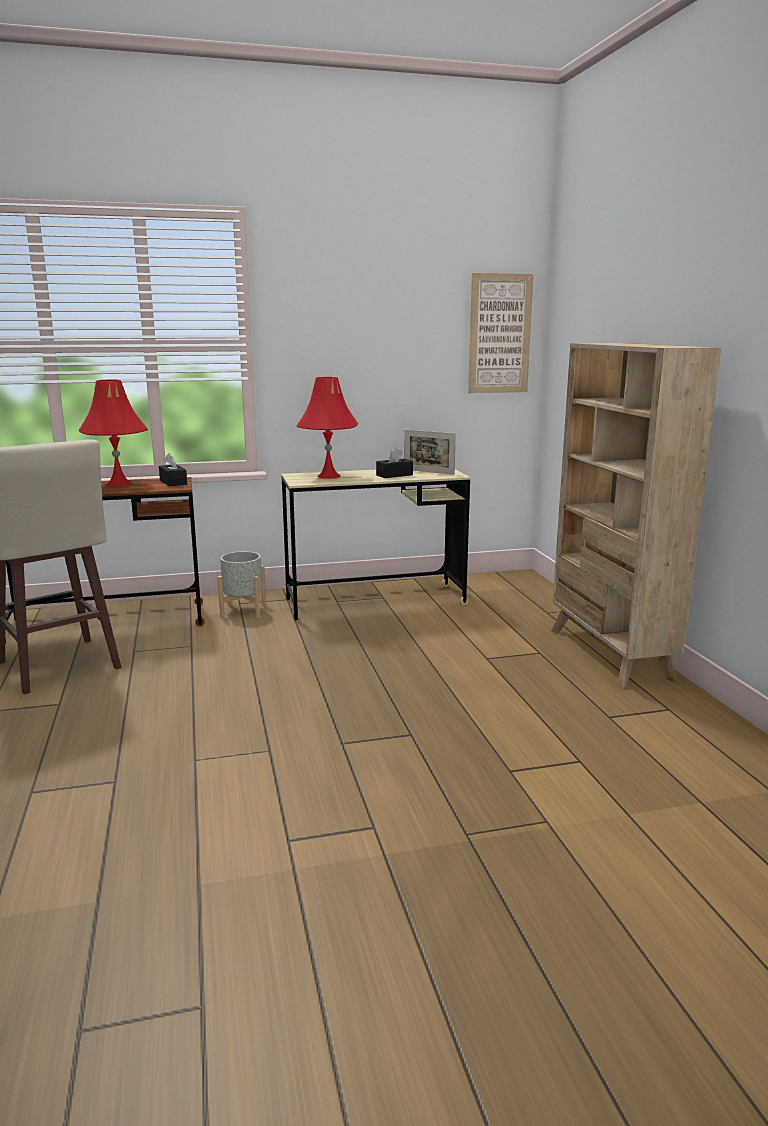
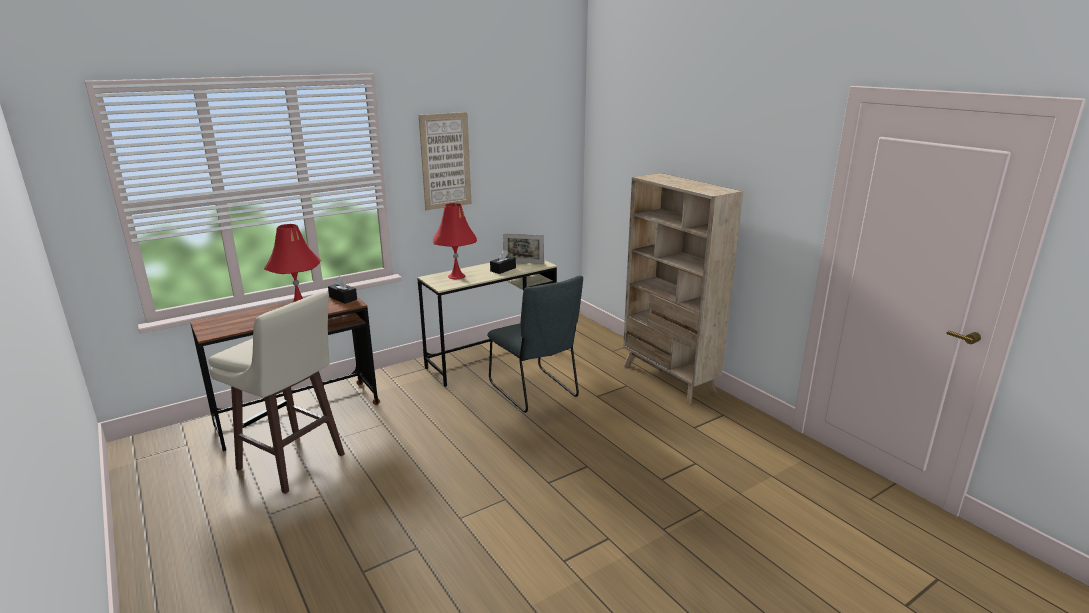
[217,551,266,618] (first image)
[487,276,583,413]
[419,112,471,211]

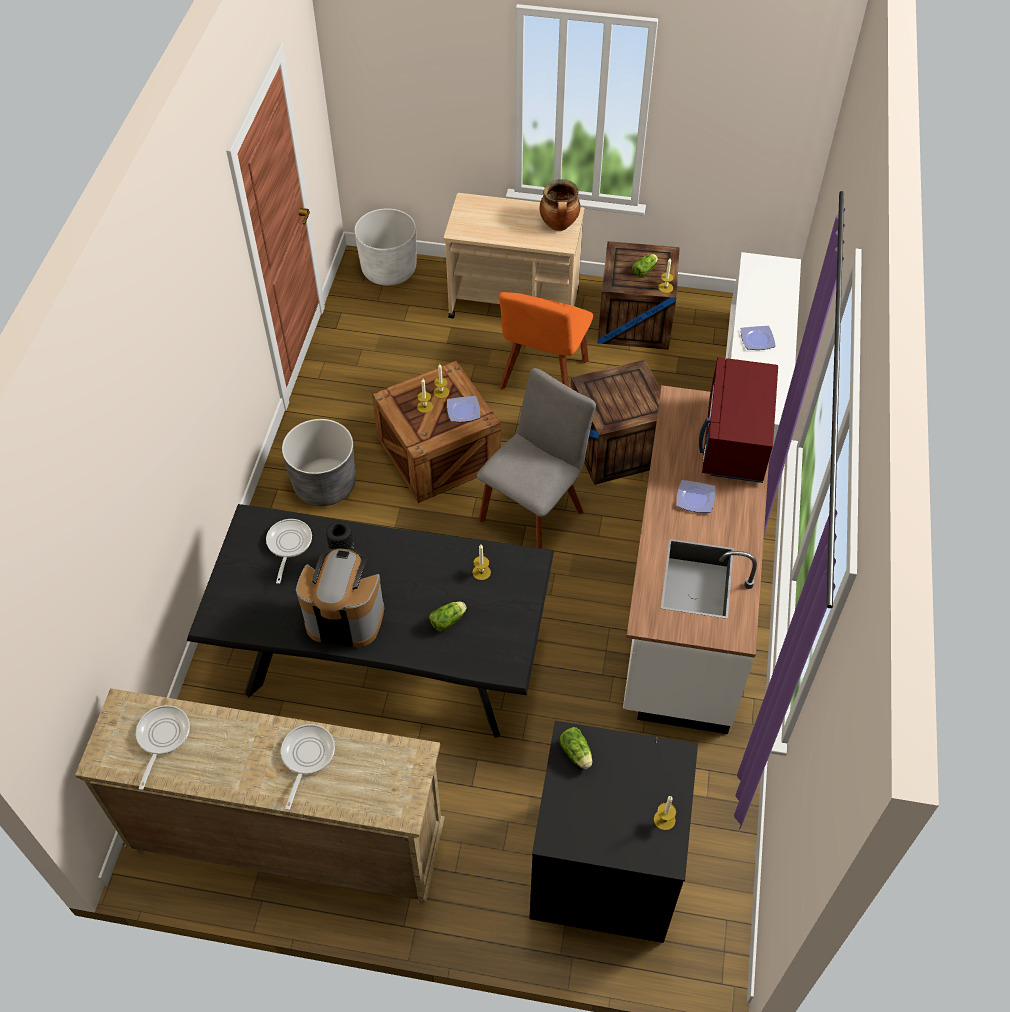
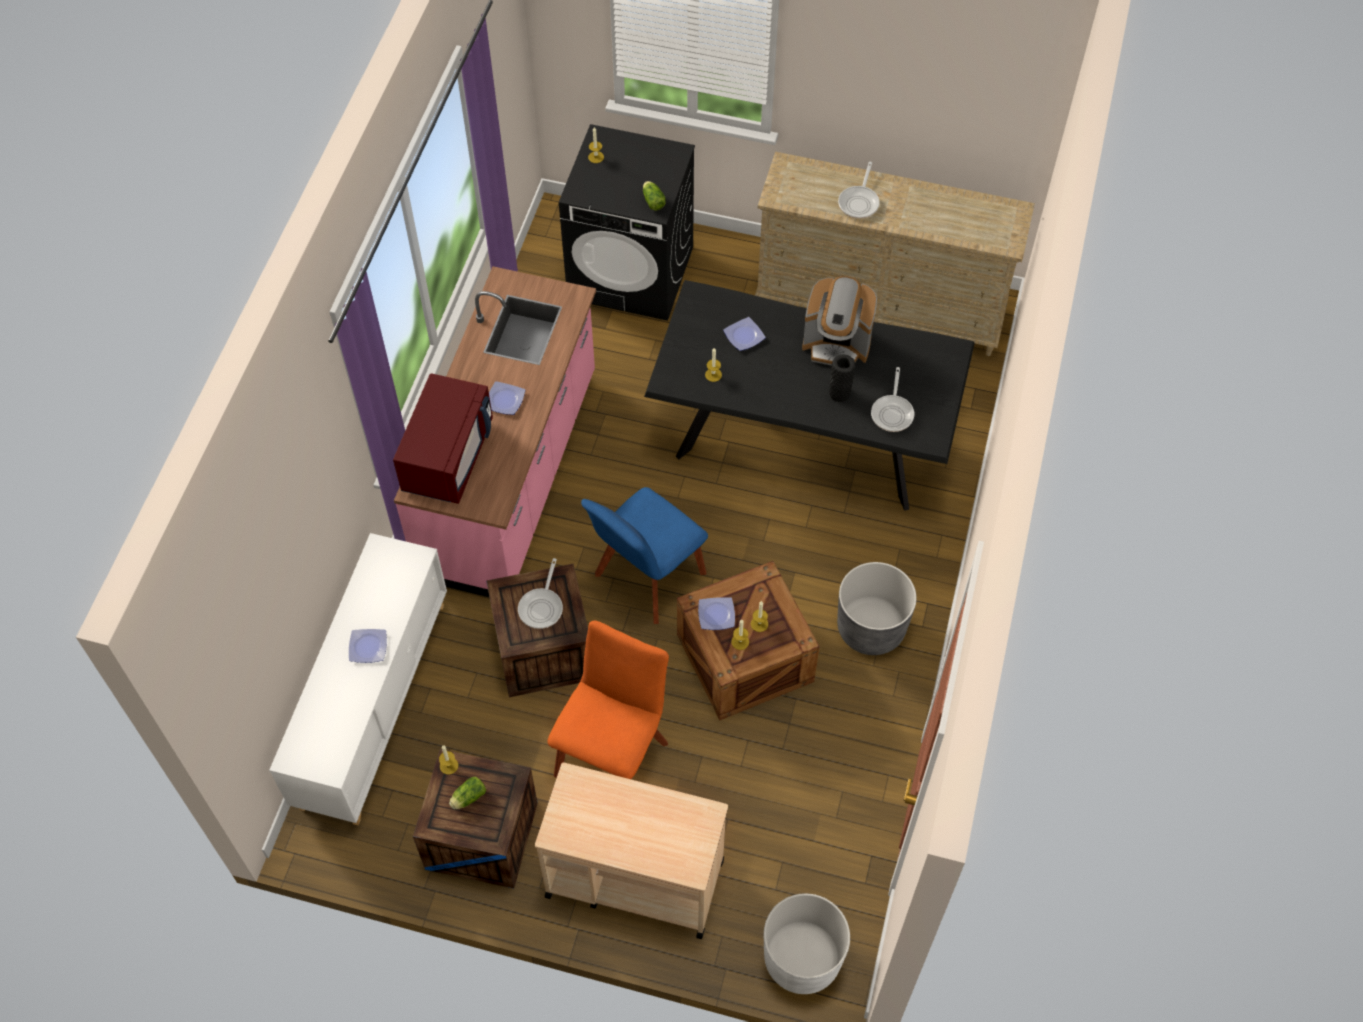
[539,179,580,231] (first image)
[518,558,563,629]
[723,317,766,351]
[581,487,708,624]
[394,266,596,598]

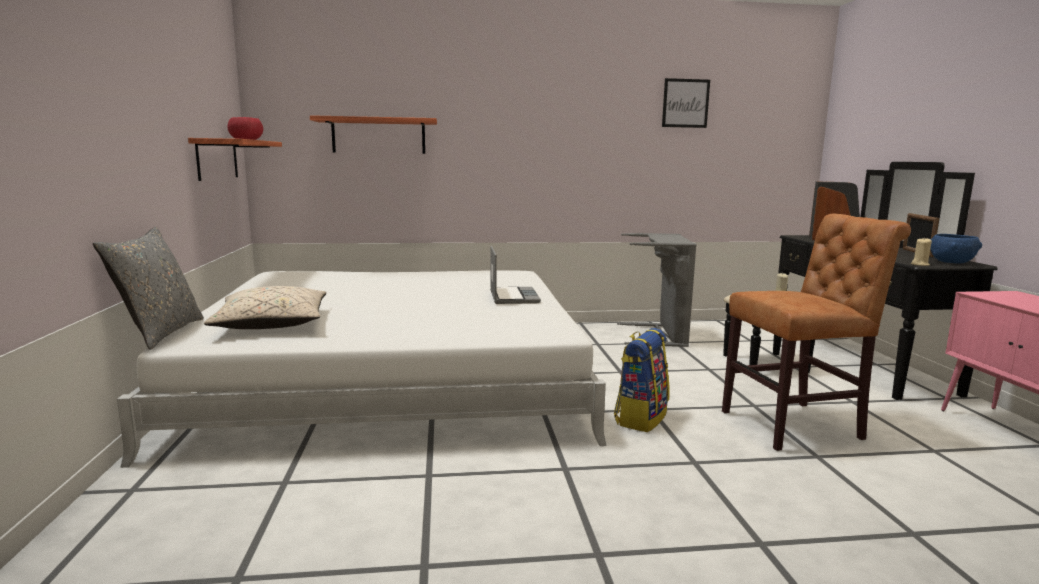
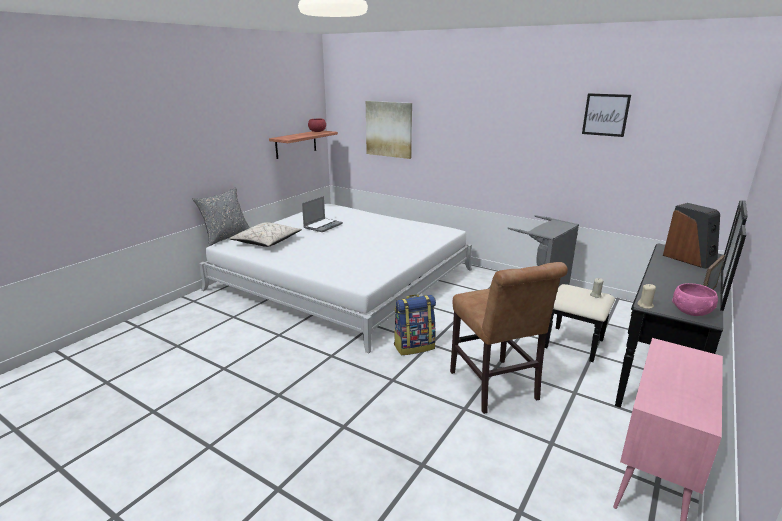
[302,196,343,232]
[366,101,412,159]
[672,283,718,316]
[450,262,568,414]

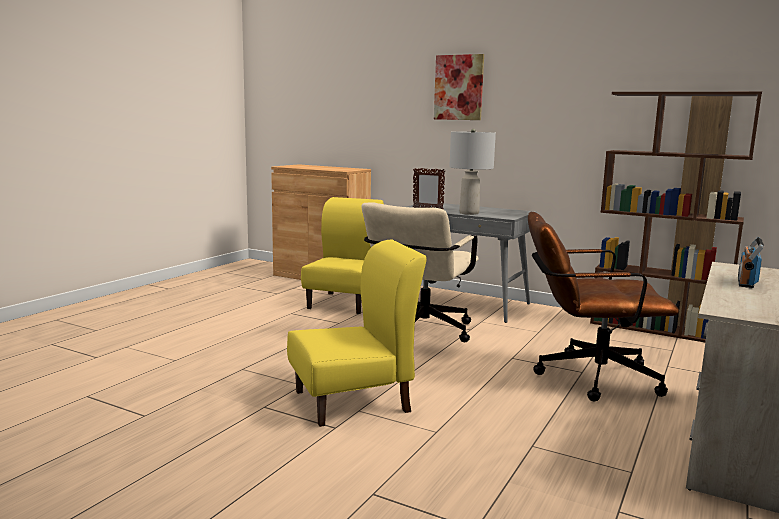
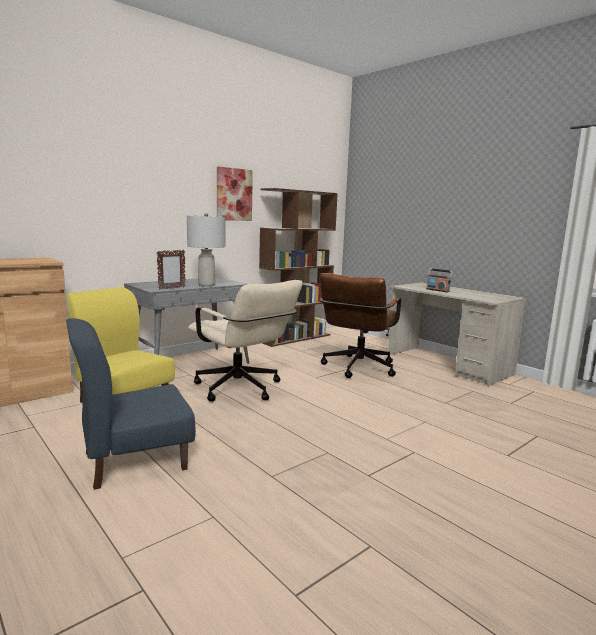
[287,239,427,427] (first image)
[66,318,196,490]
[217,166,253,221]

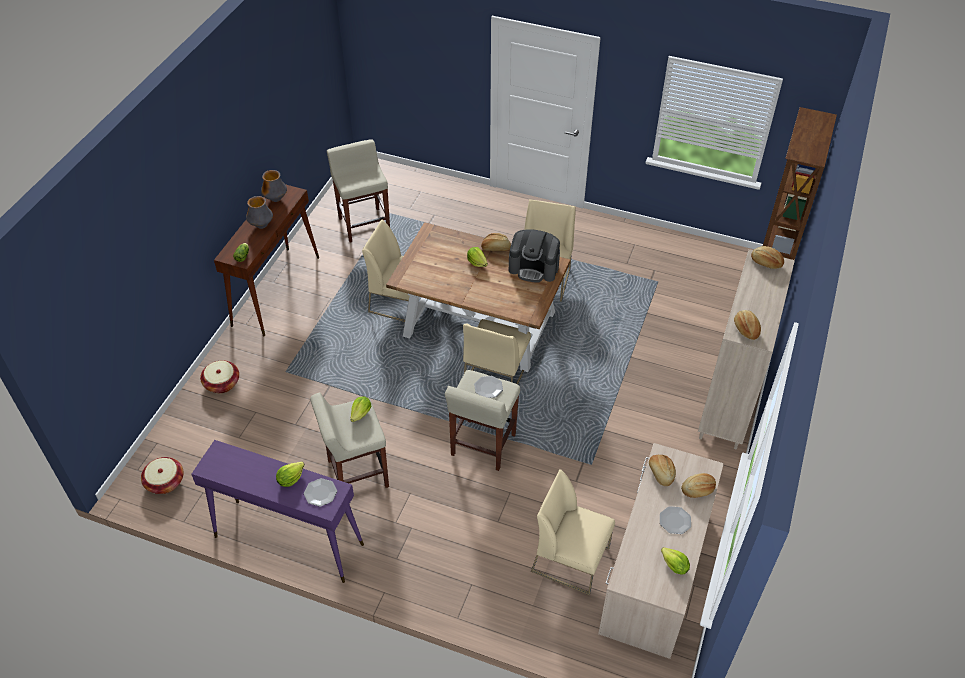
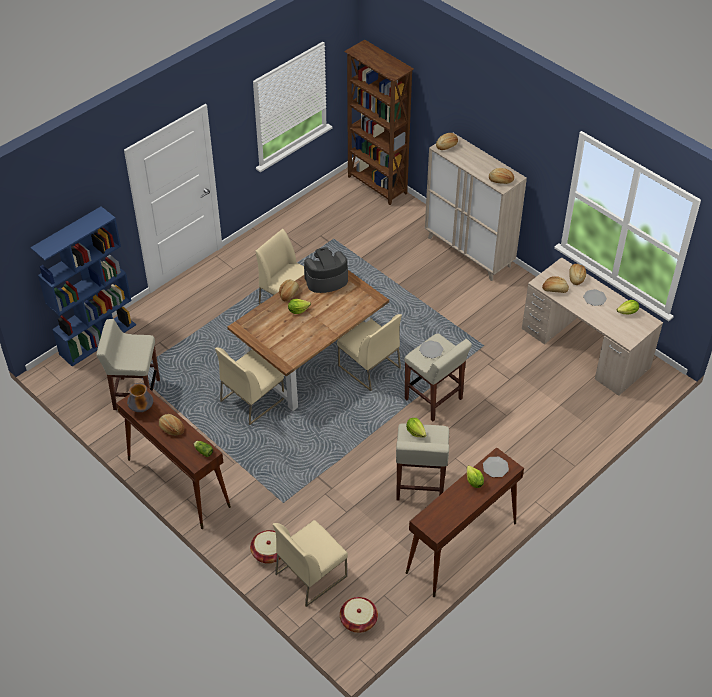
[30,206,136,367]
[273,520,348,607]
[159,414,184,435]
[406,447,524,597]
[304,247,348,293]

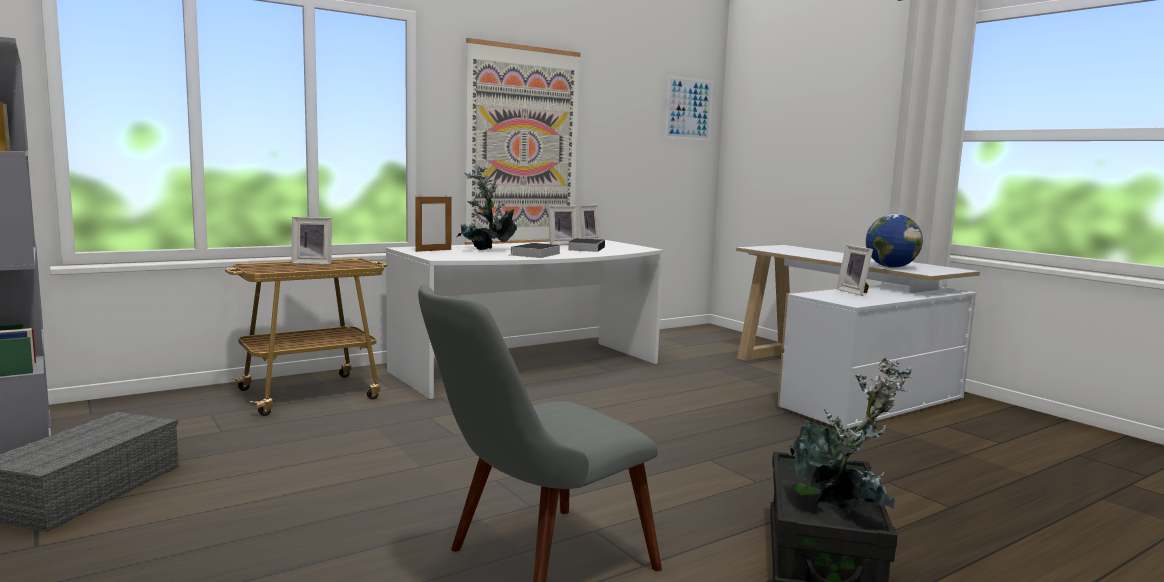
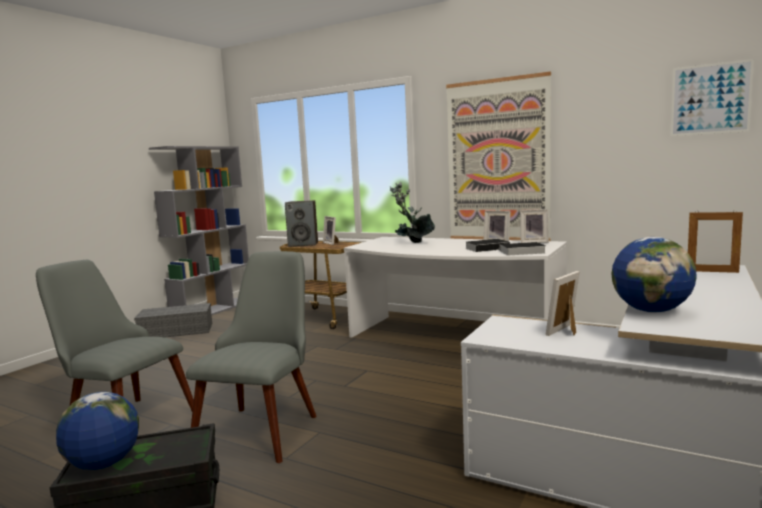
[186,251,317,463]
[285,200,318,247]
[688,210,743,273]
[500,242,545,255]
[56,392,139,470]

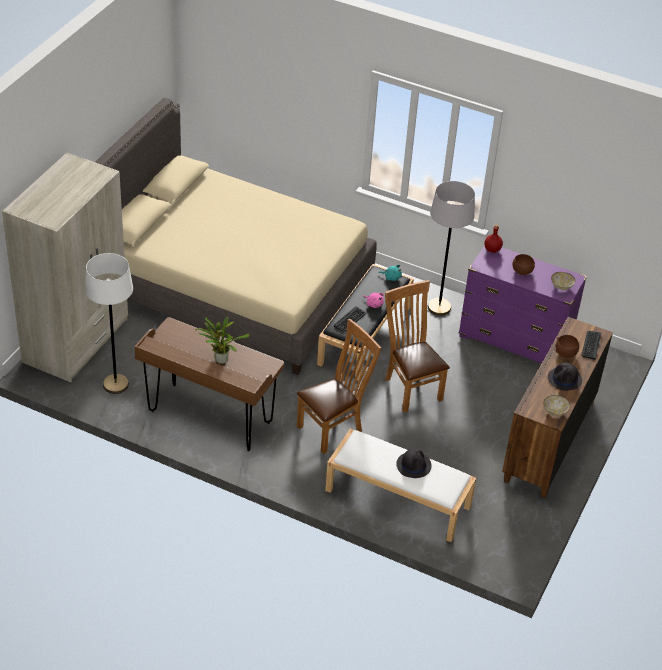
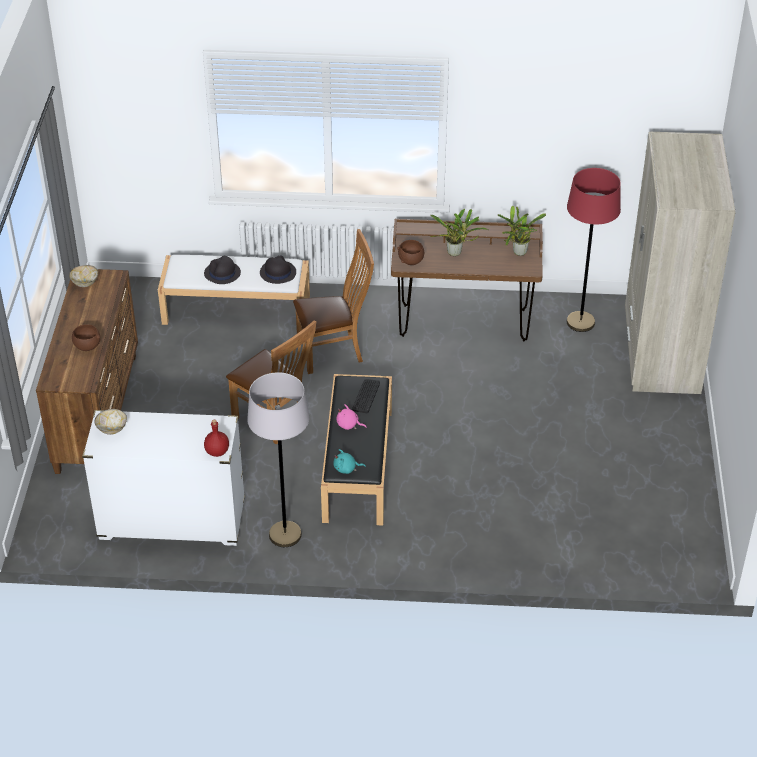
[95,97,377,375] (first image)
[582,331,601,360] (first image)
[498,206,546,256]
[397,240,424,265]
[260,255,296,284]
[566,168,621,332]
[82,410,245,546]
[293,229,374,374]

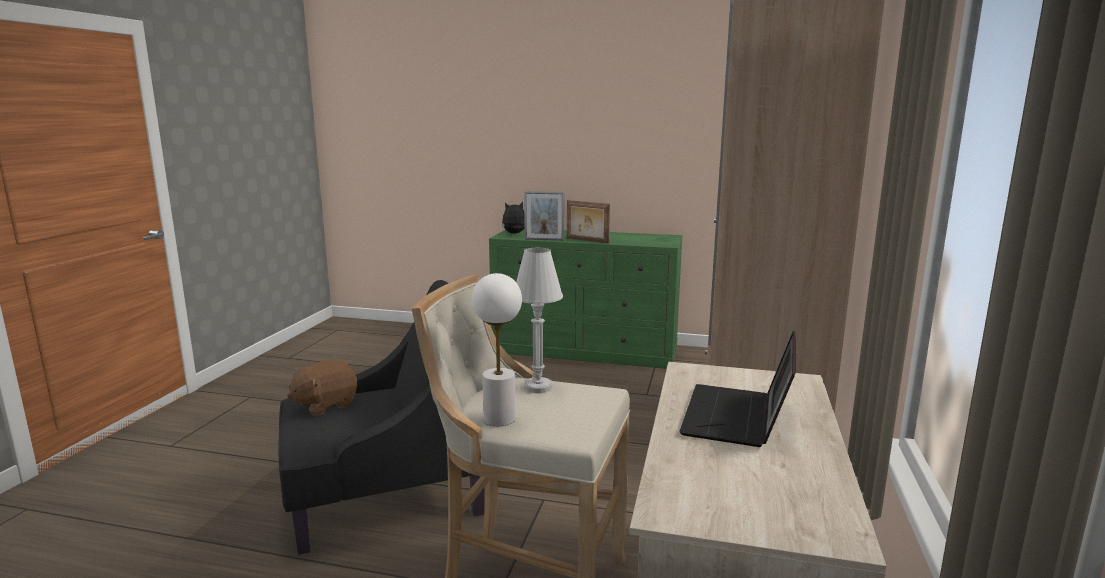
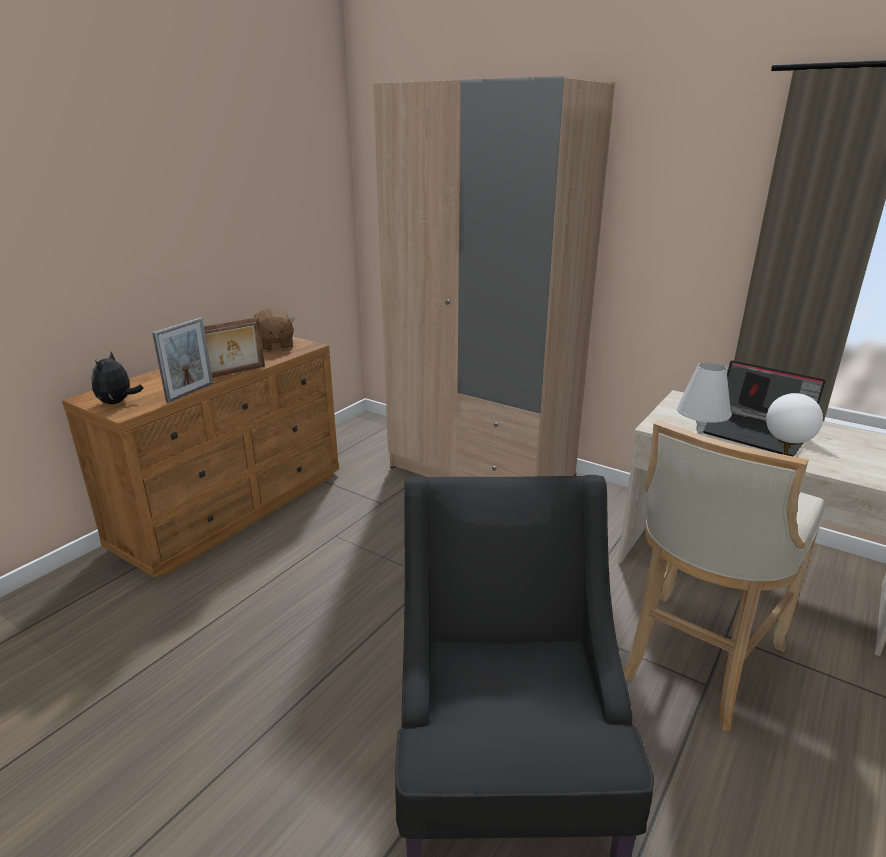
[254,308,295,352]
[62,336,339,578]

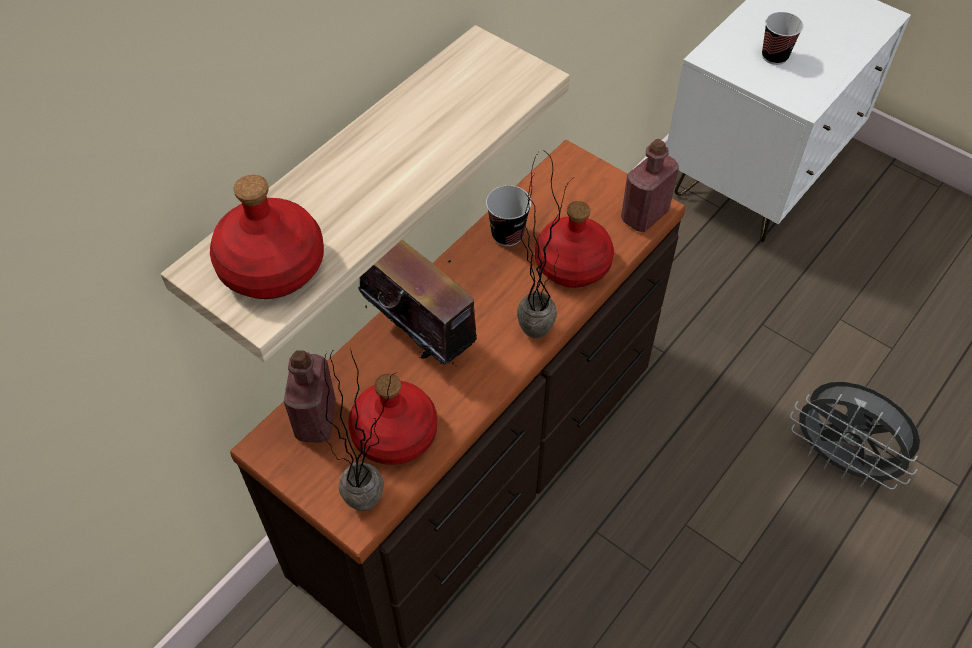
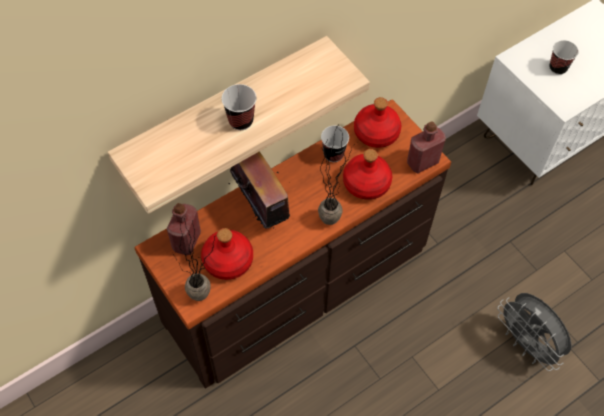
[222,84,256,130]
[354,97,401,148]

